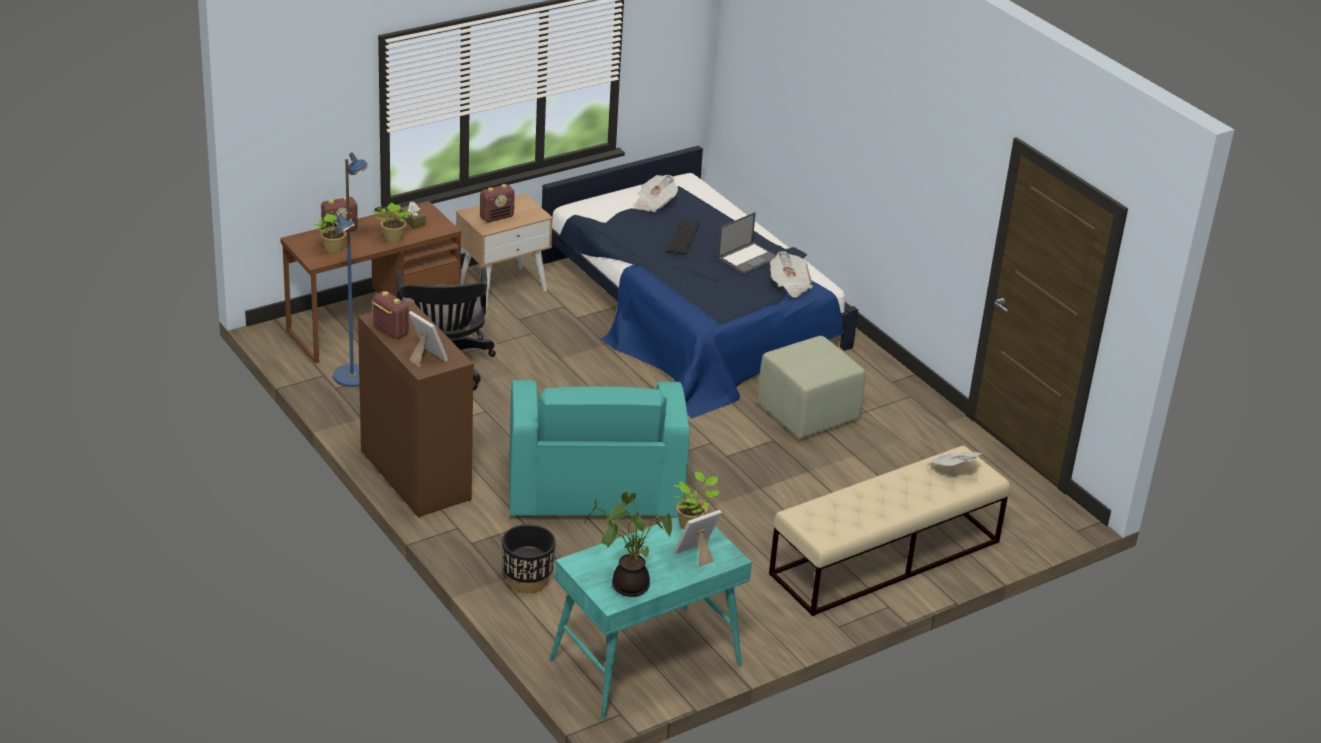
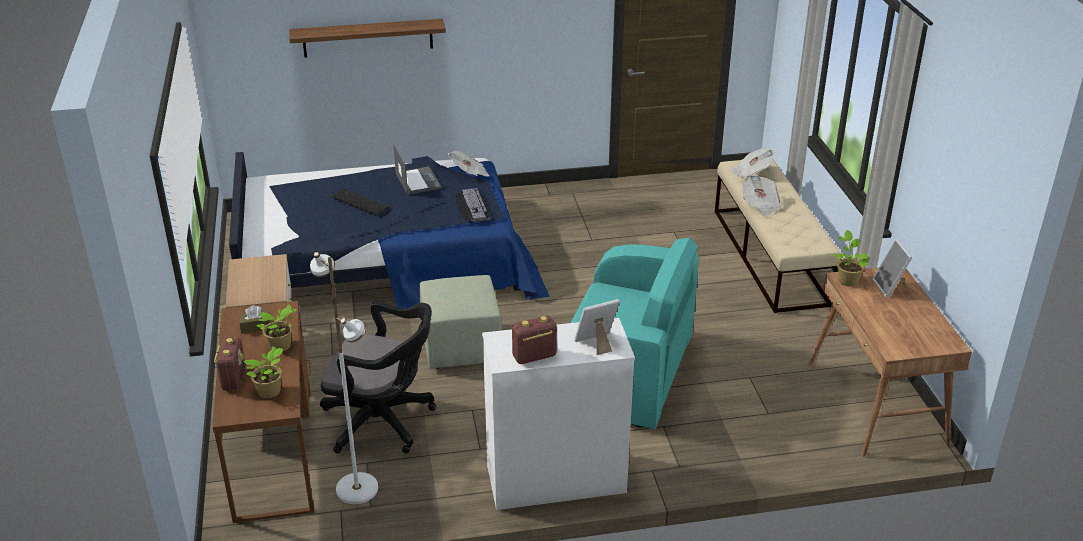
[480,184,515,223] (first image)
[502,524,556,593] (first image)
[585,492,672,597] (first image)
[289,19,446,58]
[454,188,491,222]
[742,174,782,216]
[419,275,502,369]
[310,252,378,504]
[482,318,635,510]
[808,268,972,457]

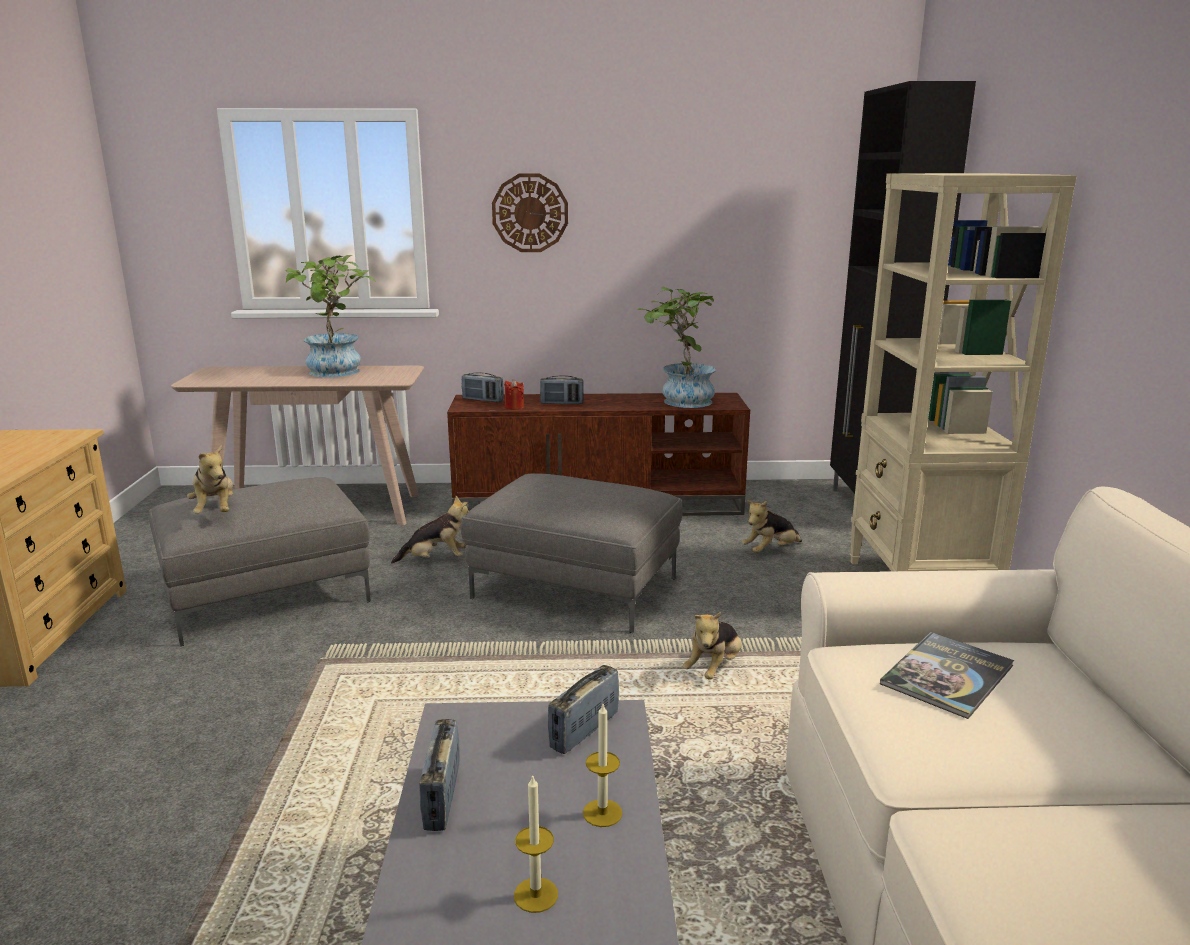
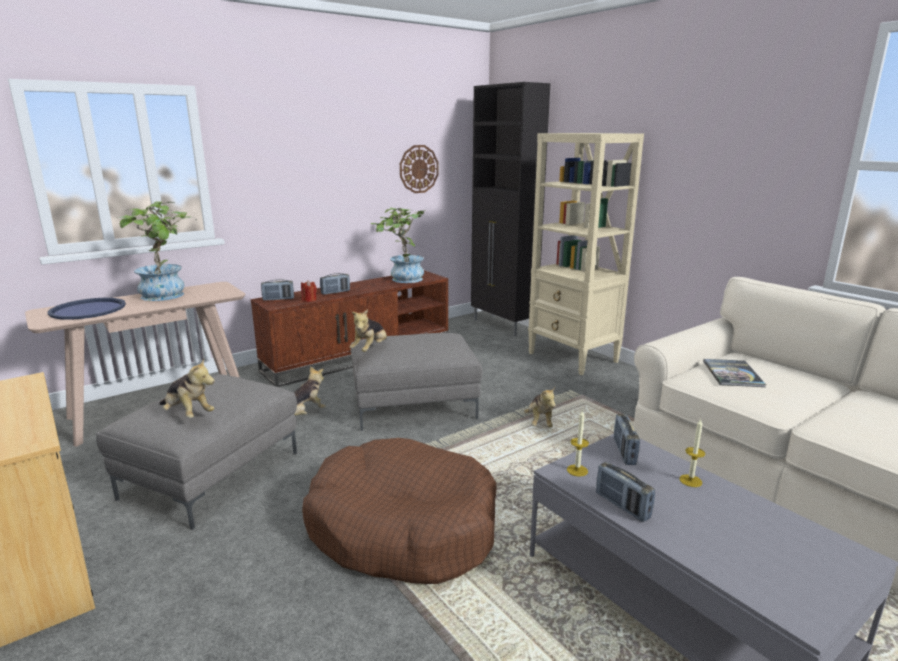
[48,298,126,320]
[302,438,497,584]
[400,145,439,193]
[567,409,589,477]
[350,309,387,352]

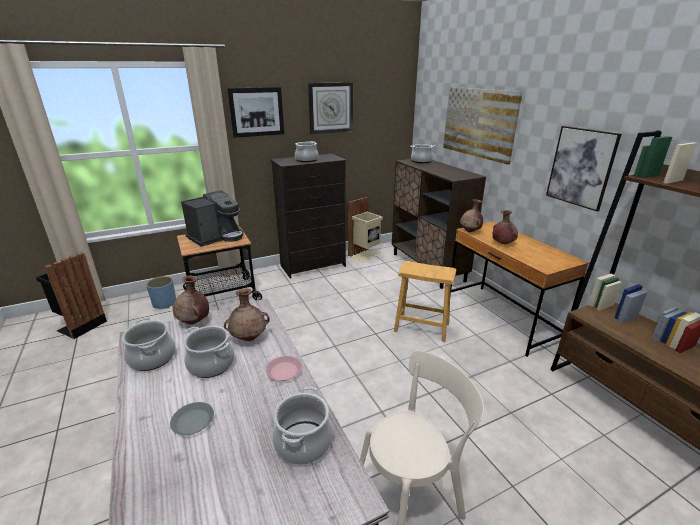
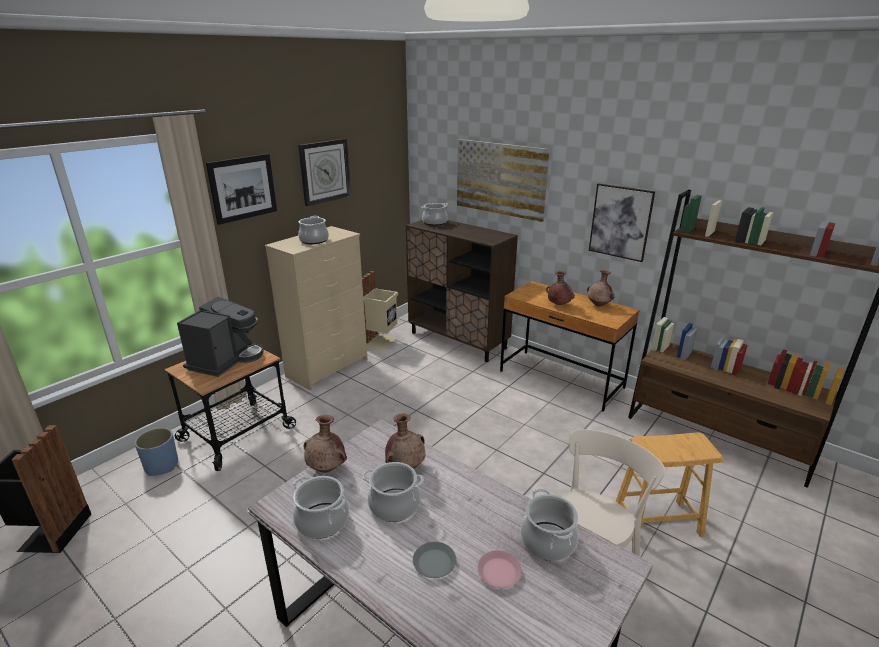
[477,550,522,588]
[616,432,723,540]
[587,270,614,307]
[265,226,368,391]

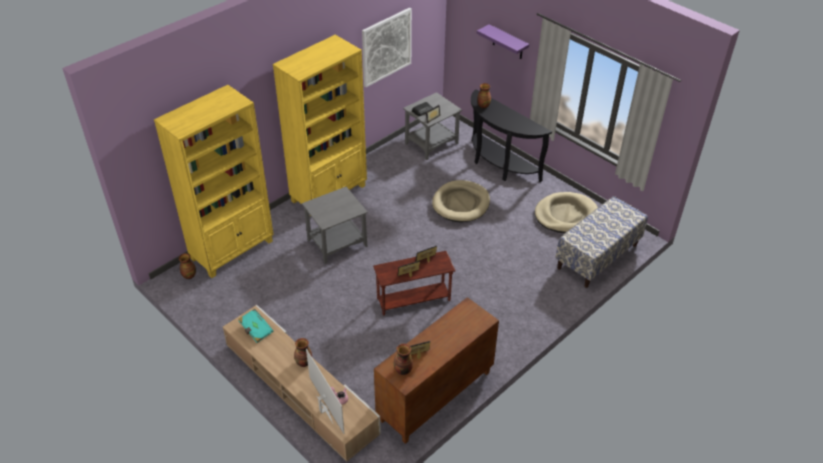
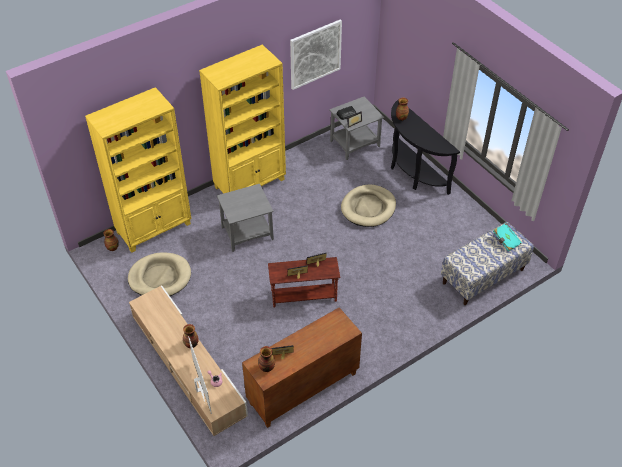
[477,24,529,59] (first image)
[493,223,522,251]
[128,252,191,296]

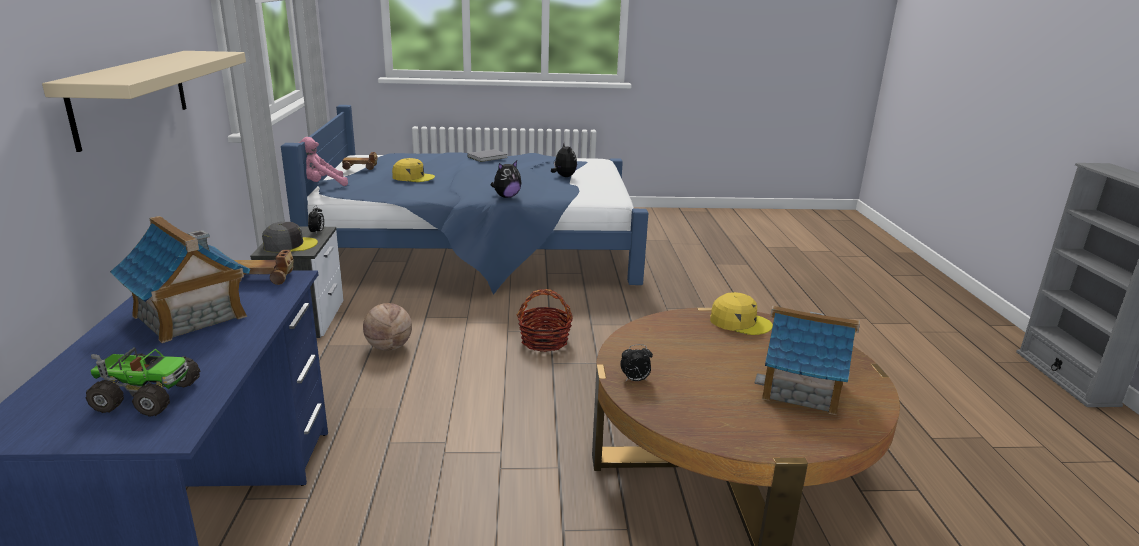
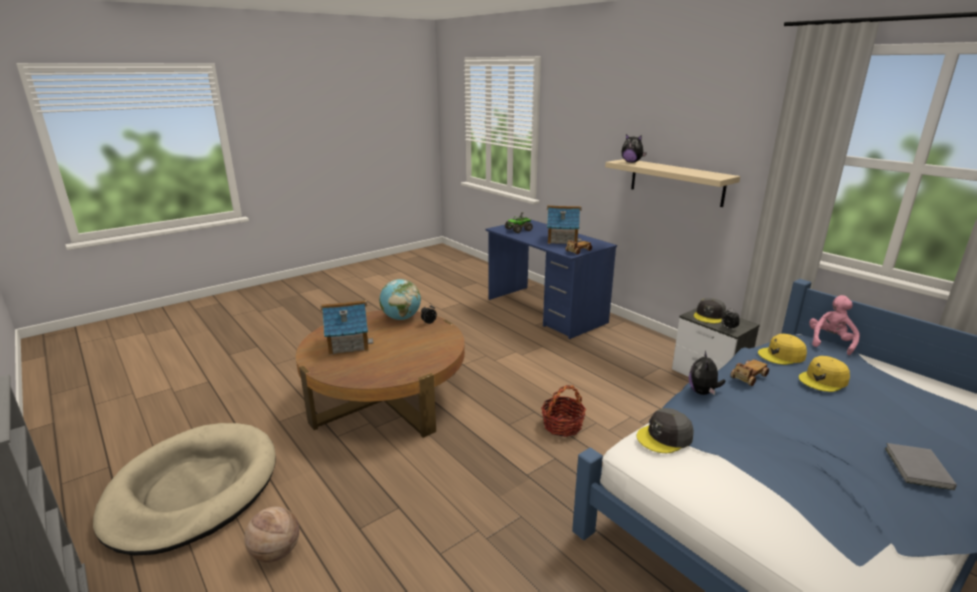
[93,423,276,556]
[379,279,421,320]
[637,408,694,453]
[730,359,769,386]
[244,507,299,562]
[621,134,647,163]
[758,334,807,365]

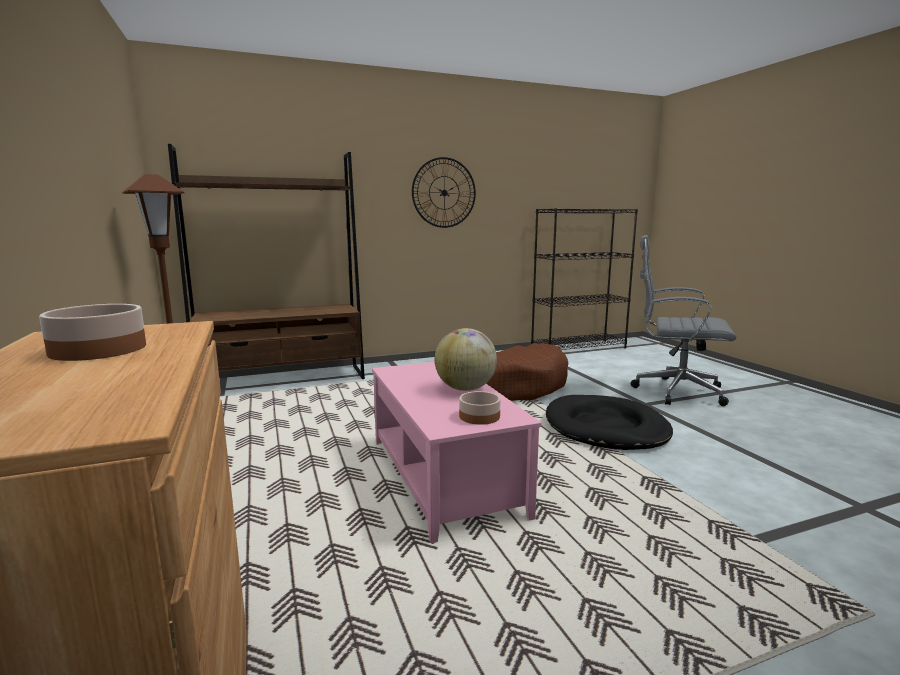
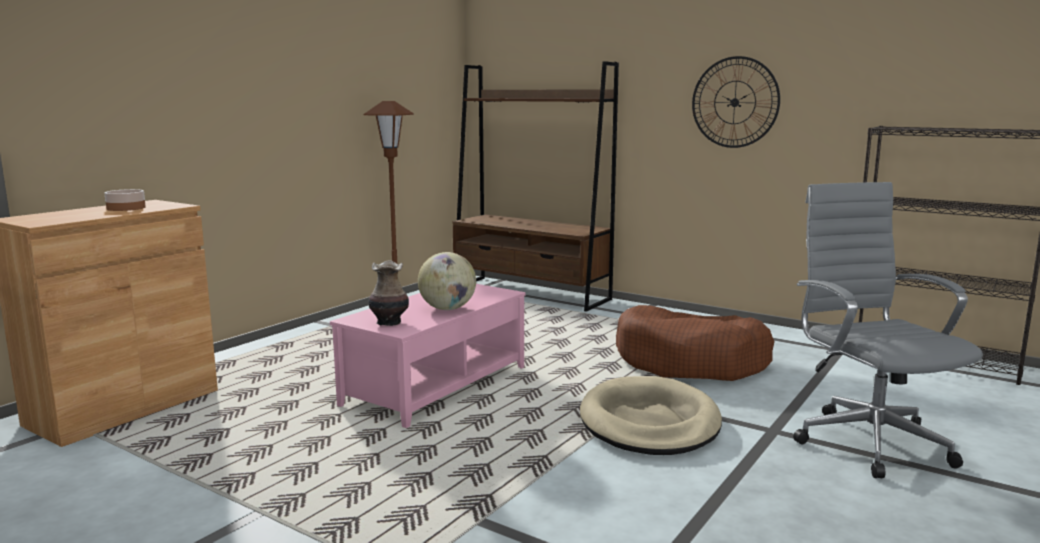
[369,260,409,326]
[580,376,722,455]

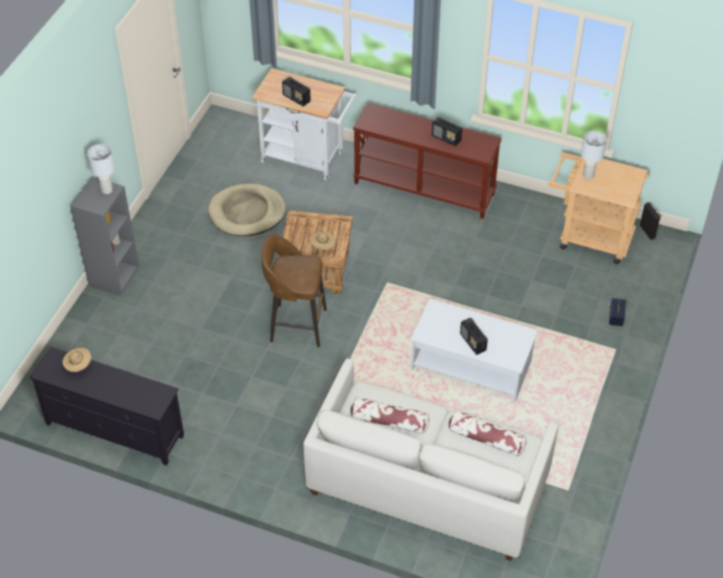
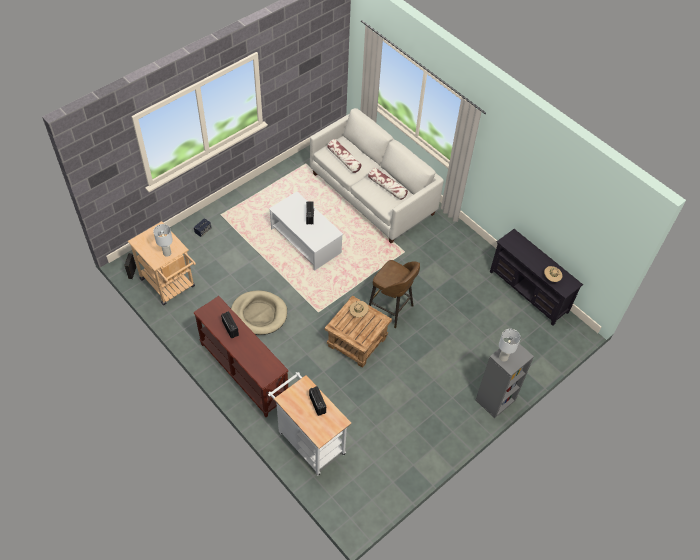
[231,290,287,335]

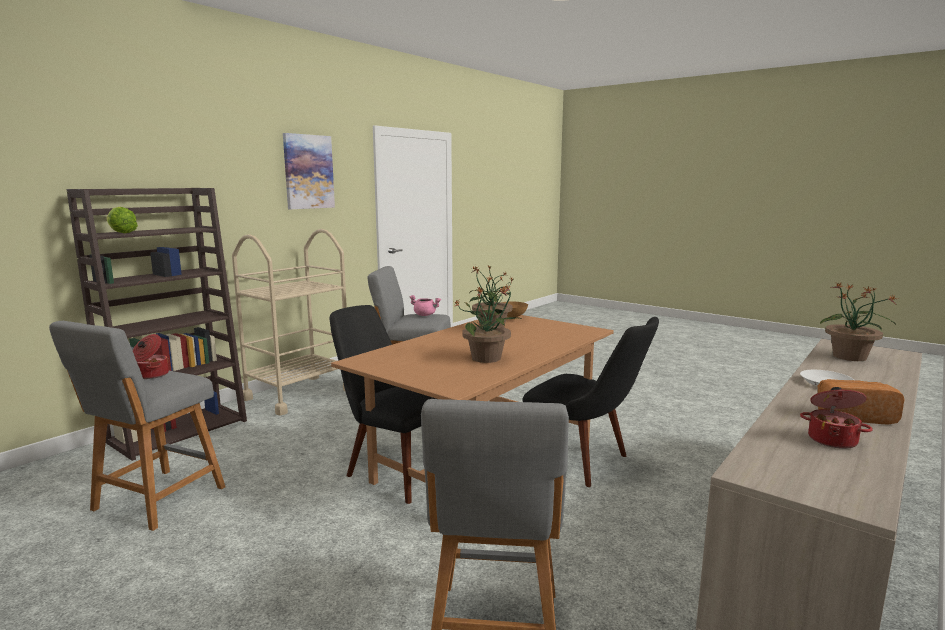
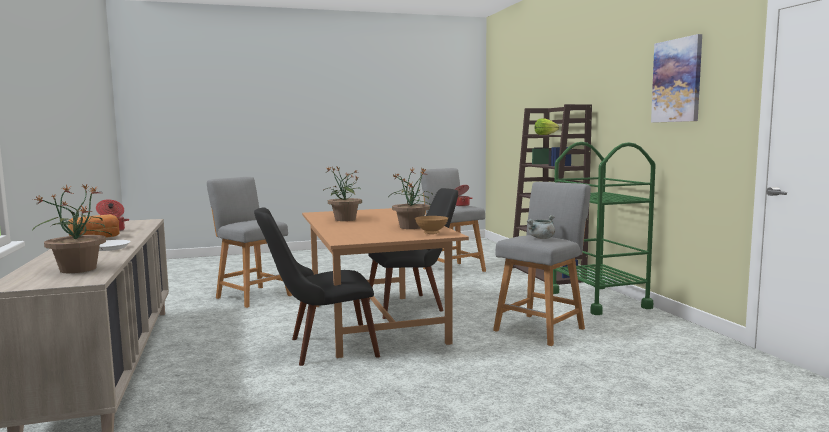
[553,142,656,315]
[527,215,555,239]

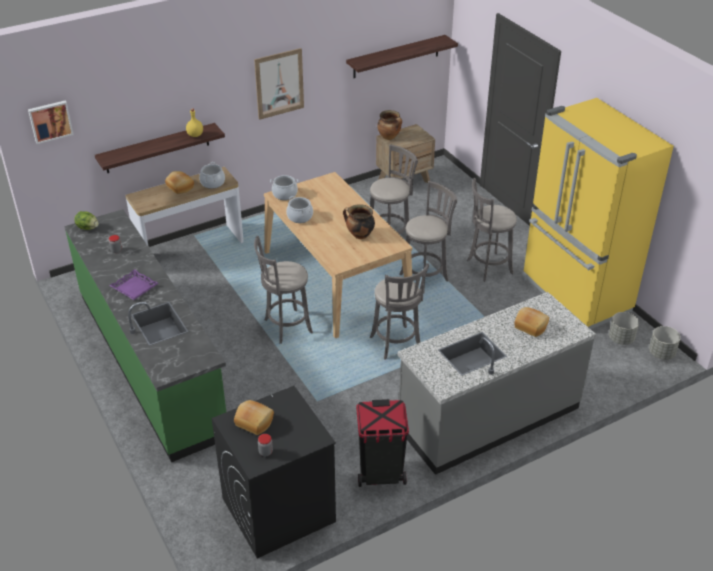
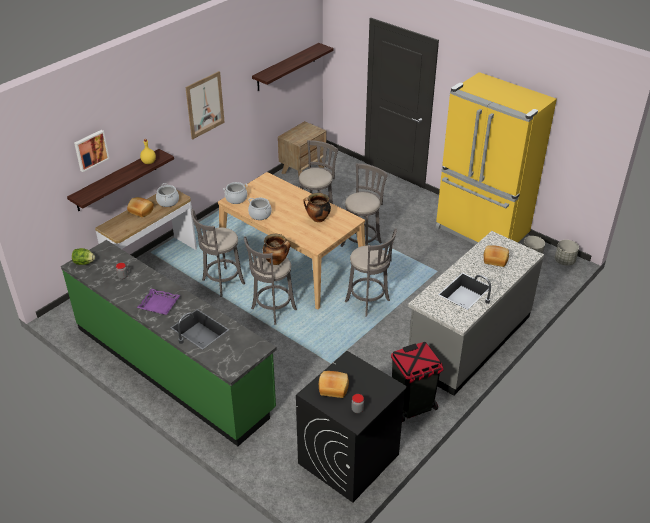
[74,130,109,172]
[263,234,290,265]
[191,209,245,297]

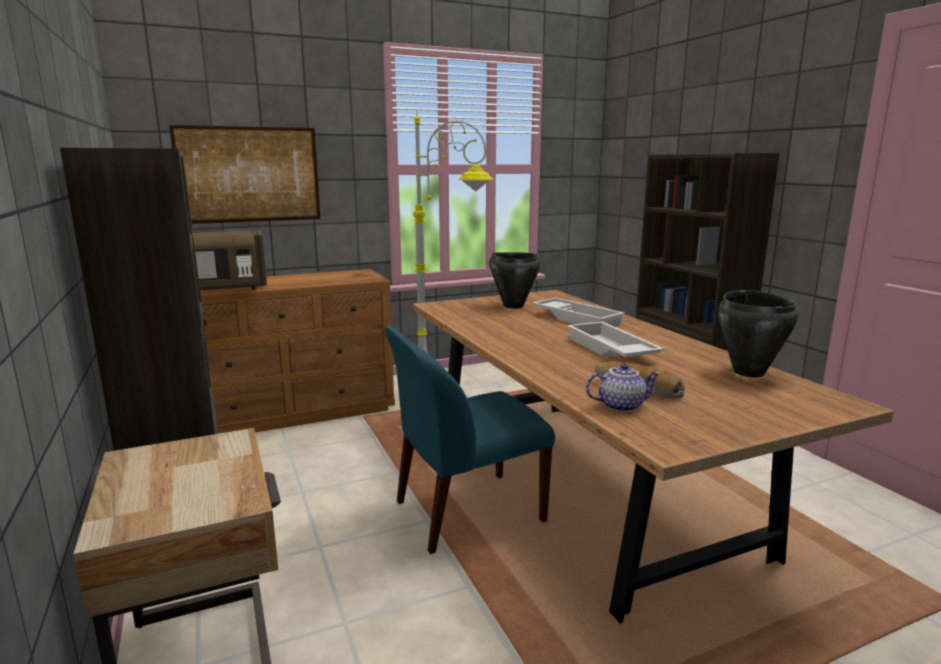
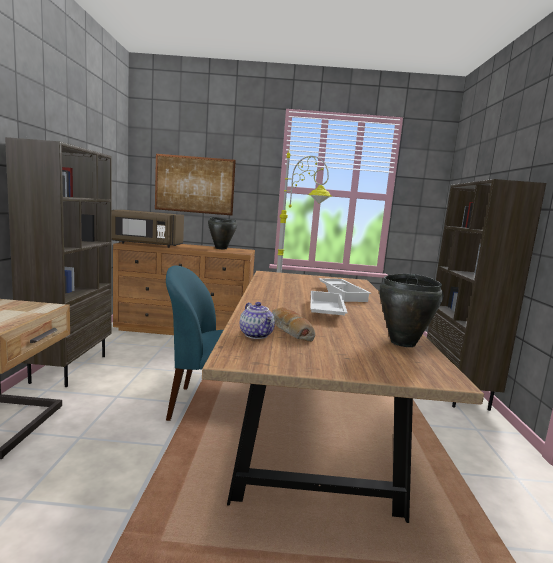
[208,217,237,249]
[240,302,275,339]

